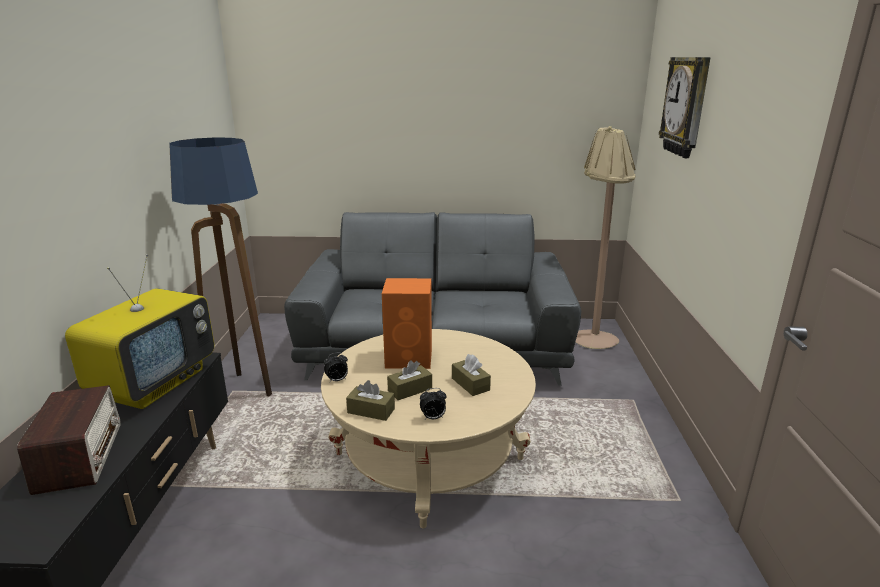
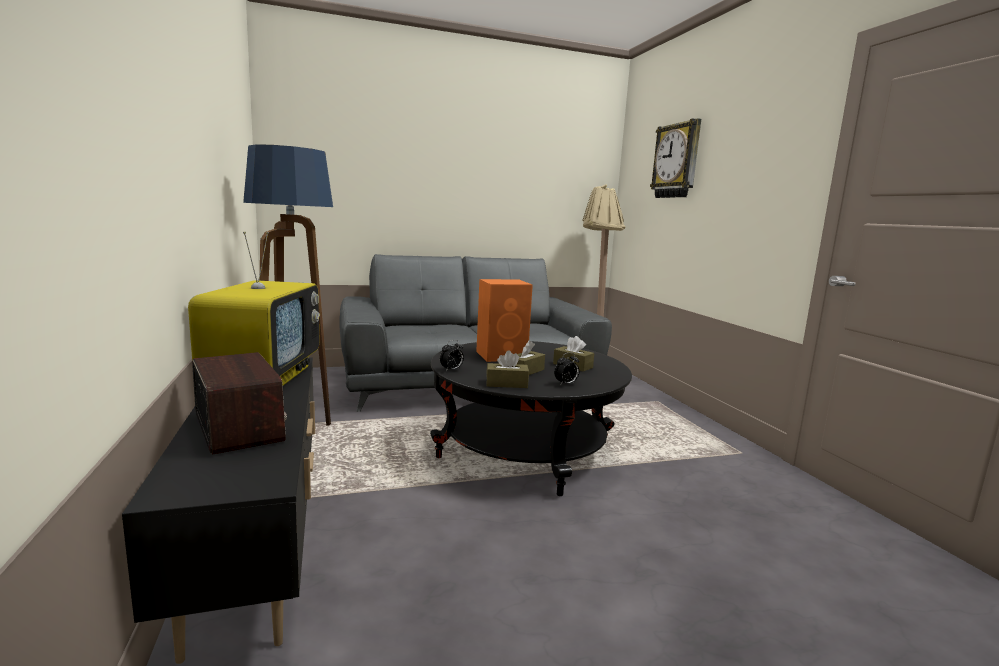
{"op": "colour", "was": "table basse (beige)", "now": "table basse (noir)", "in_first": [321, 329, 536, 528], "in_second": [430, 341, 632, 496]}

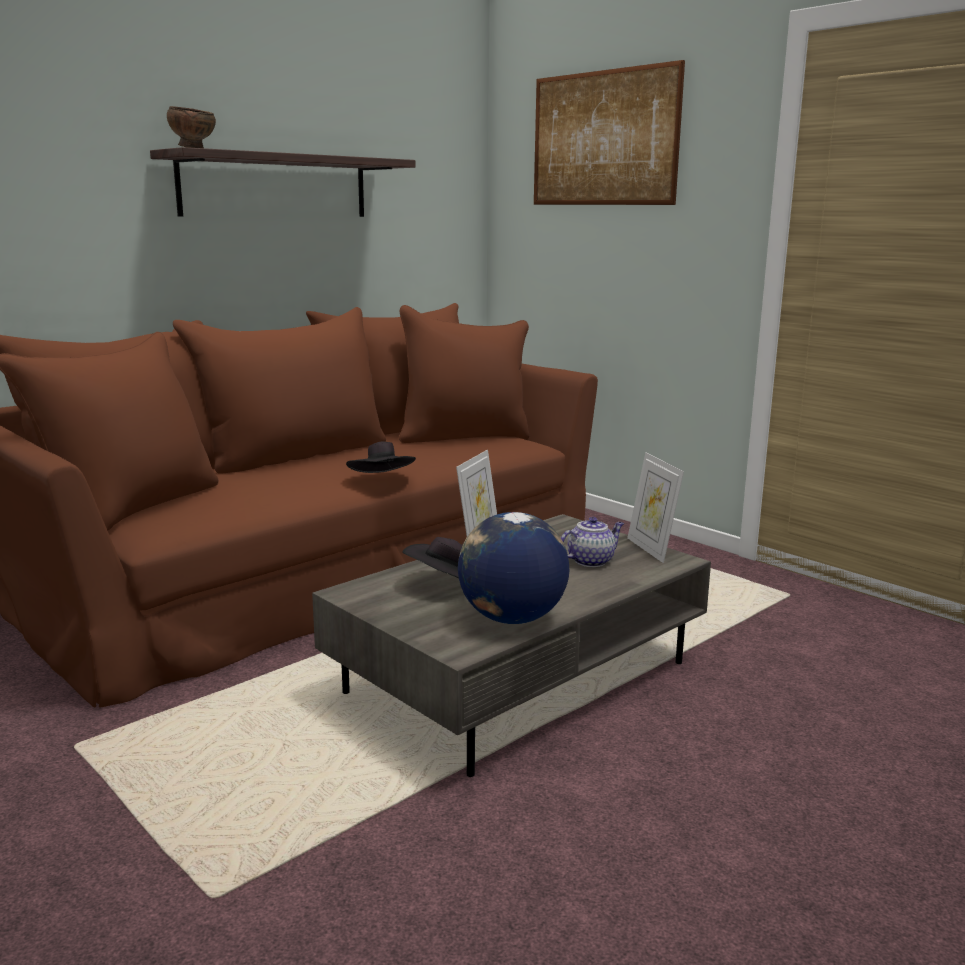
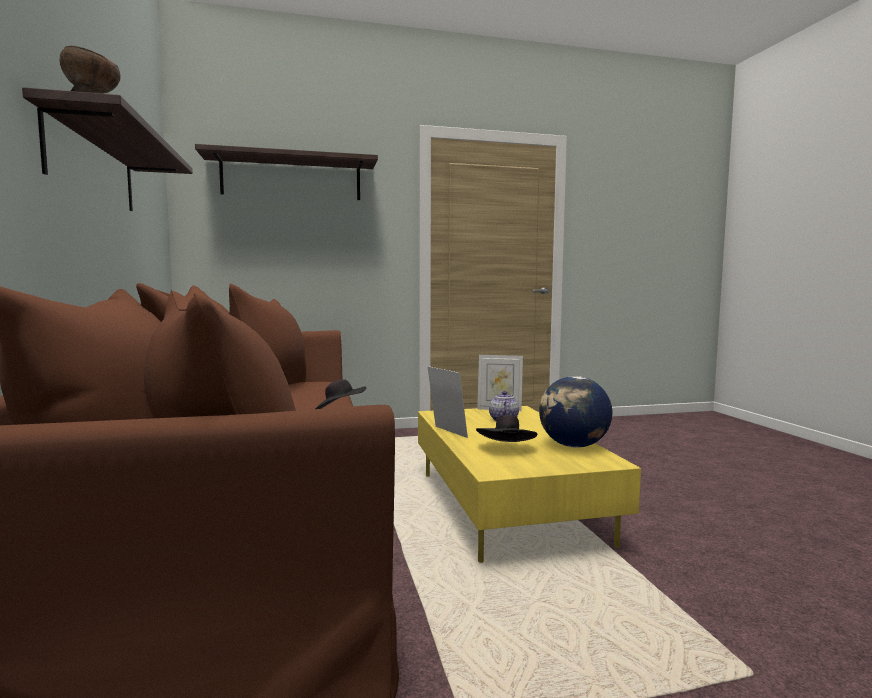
{"op": "exchanged", "was": "tableau", "now": "étagère", "in_first": [534, 60, 685, 205], "in_second": [195, 144, 378, 200]}
{"op": "colour", "was": "table basse (gris)", "now": "table basse (jaune)", "in_first": [312, 514, 711, 777], "in_second": [418, 406, 641, 563]}

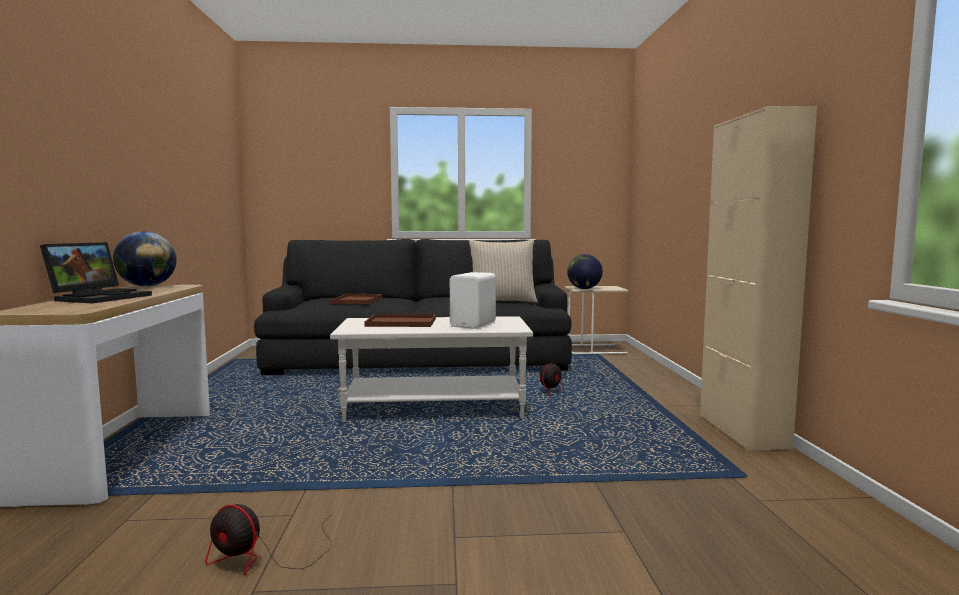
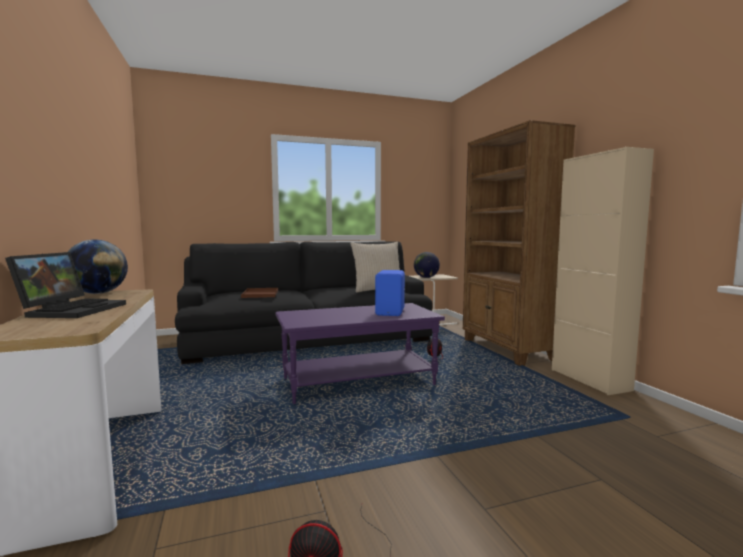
{"op": "colour", "was": "table basse (blanc)", "now": "table basse (violet)", "in_first": [330, 316, 533, 422], "in_second": [275, 303, 445, 404]}
{"op": "colour", "was": "enceinte (blanc)", "now": "enceinte (bleu)", "in_first": [450, 272, 496, 329], "in_second": [375, 270, 405, 316]}
{"op": "appeared", "now": "bibliothèque (marron)", "in_second": [463, 120, 575, 366]}
{"op": "missing", "was": "plateau (marron)", "in_first": [365, 314, 436, 327]}

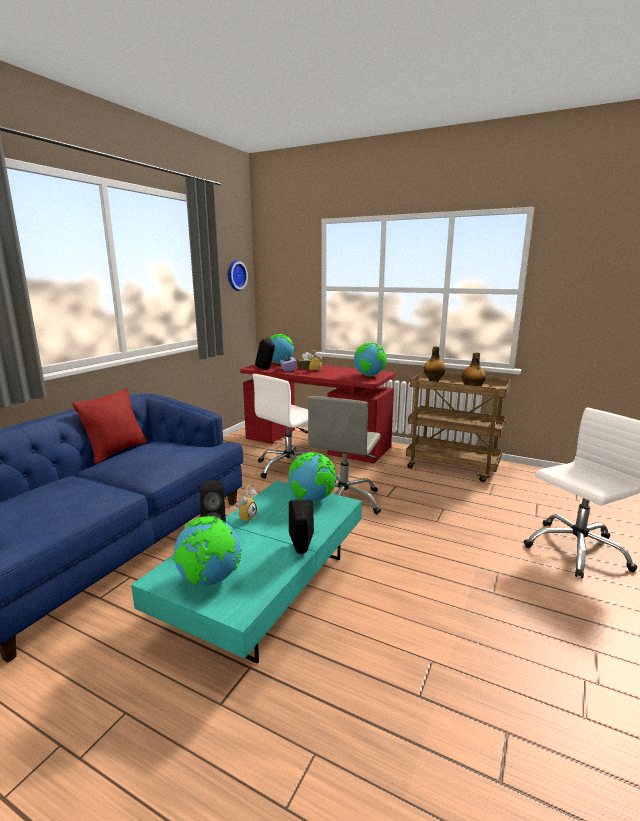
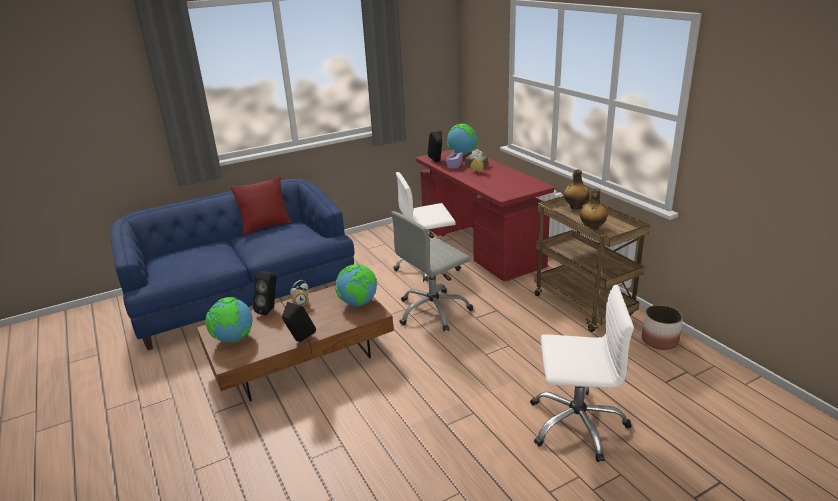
{"op": "colour", "was": "table basse (turquoise)", "now": "table basse (marron)", "in_first": [131, 481, 362, 664], "in_second": [197, 286, 394, 402]}
{"op": "appeared", "now": "cache-pot", "in_second": [642, 305, 683, 350]}
{"op": "missing", "was": "horloge murale", "in_first": [228, 260, 248, 291]}
{"op": "missing", "was": "globe", "in_first": [354, 343, 387, 376]}

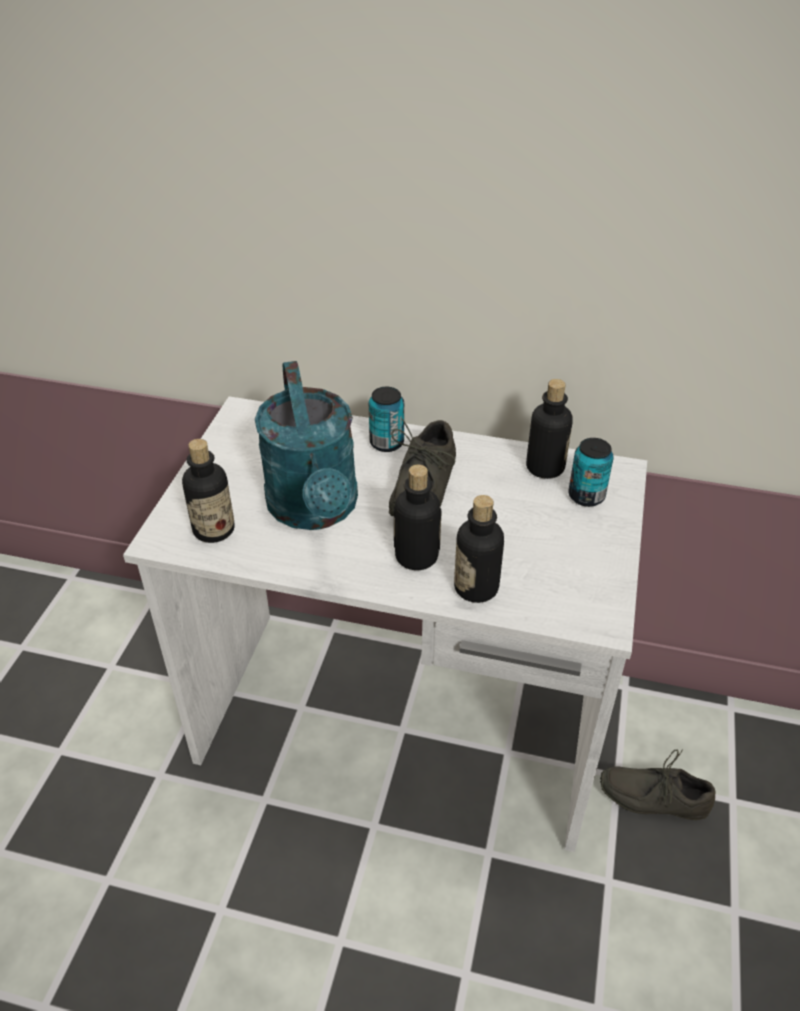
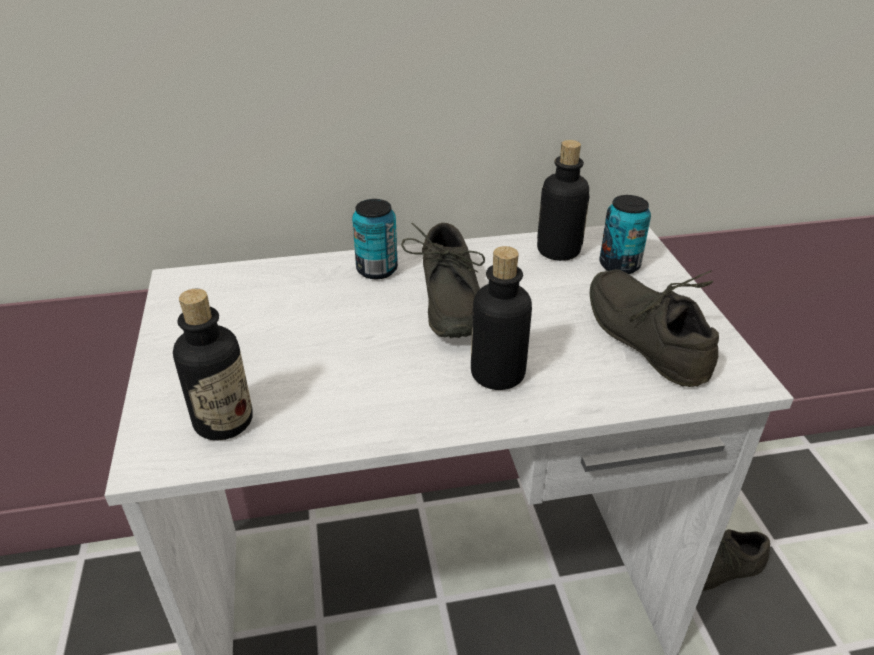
{"op": "appeared", "now": "chaussure (gris)", "in_second": [590, 269, 719, 387]}
{"op": "missing", "was": "arrosoir (turquoise)", "in_first": [255, 361, 358, 530]}
{"op": "missing", "was": "bouteille", "in_first": [454, 495, 504, 603]}

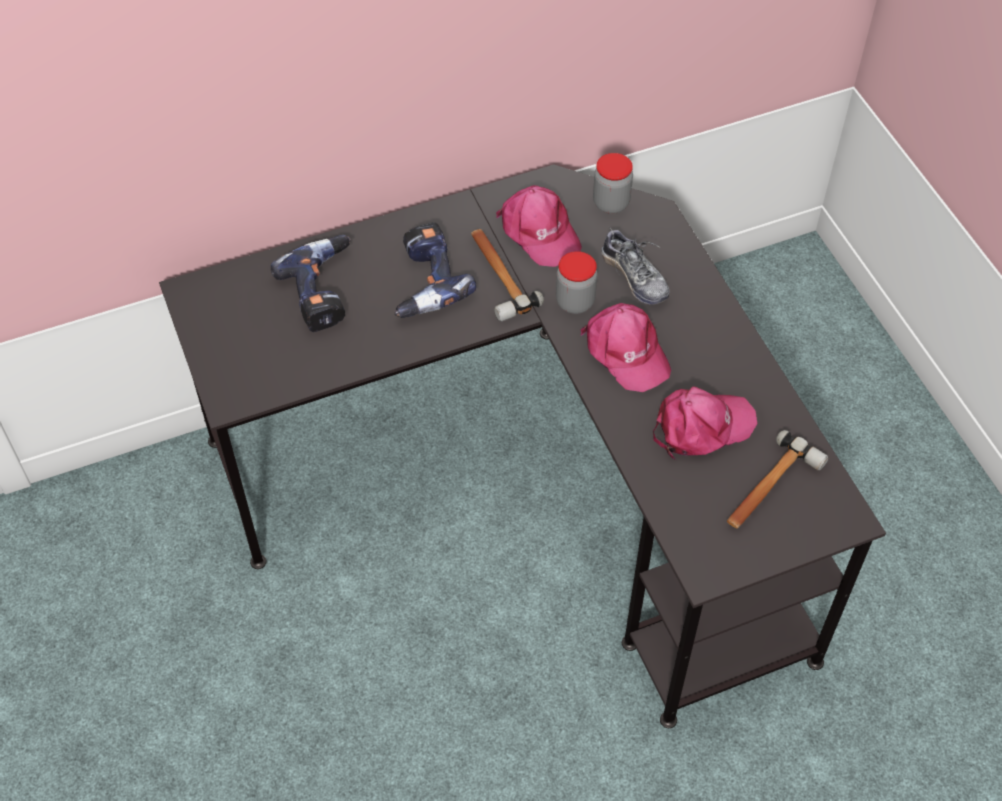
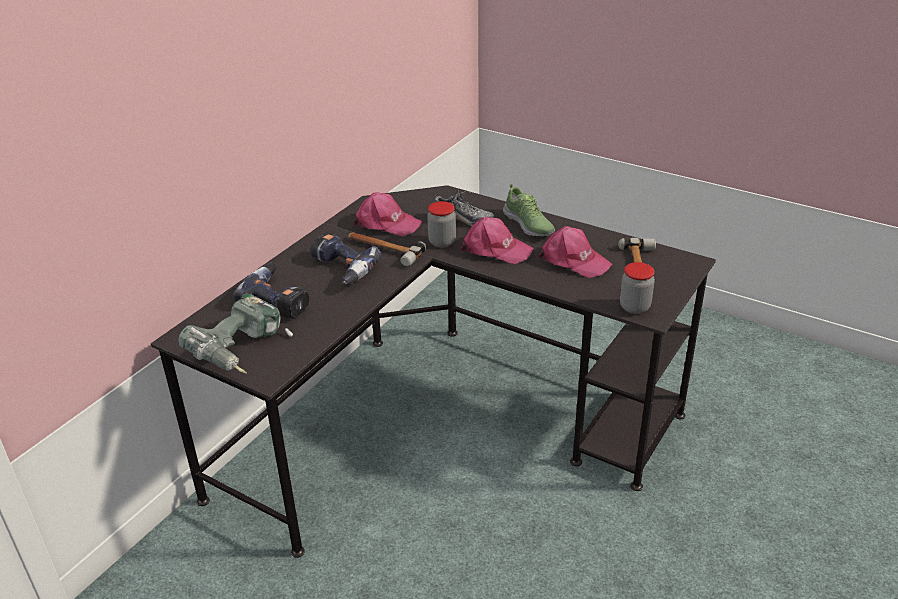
{"op": "appeared", "now": "perceuse", "in_second": [179, 294, 293, 374]}
{"op": "appeared", "now": "chaussure", "in_second": [503, 184, 555, 236]}
{"op": "spun", "was": "casquette (rose)", "in_first": [653, 386, 758, 460], "in_second": [539, 226, 612, 278], "clockwise": 90}
{"op": "relocated", "was": "bocal", "in_first": [593, 153, 633, 214], "in_second": [620, 262, 655, 314]}

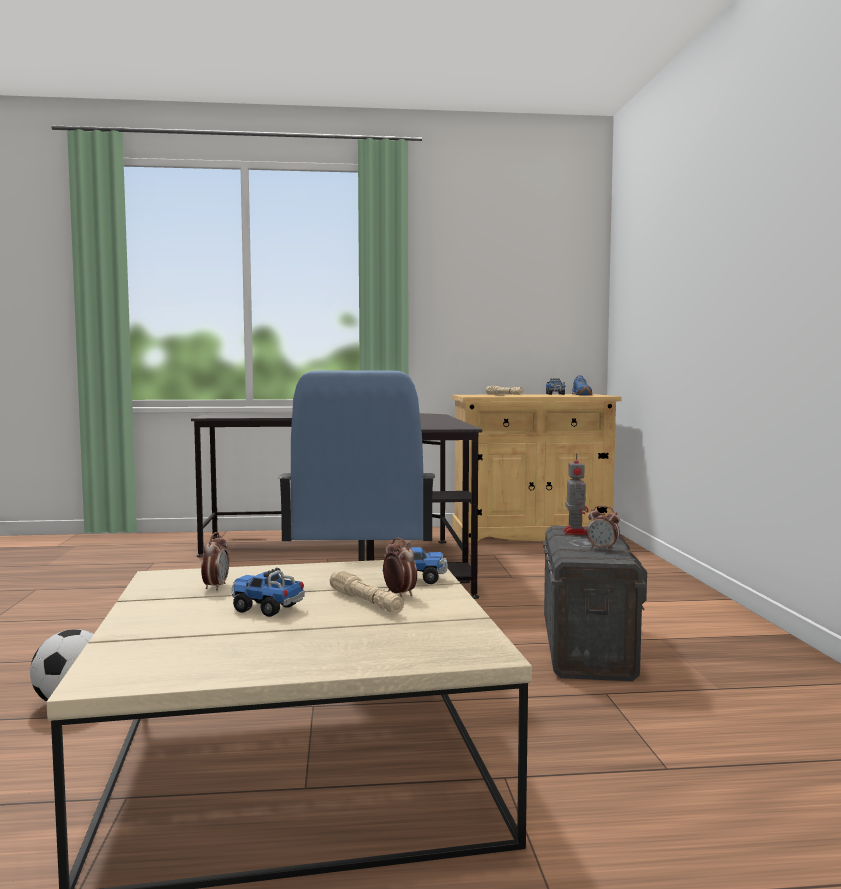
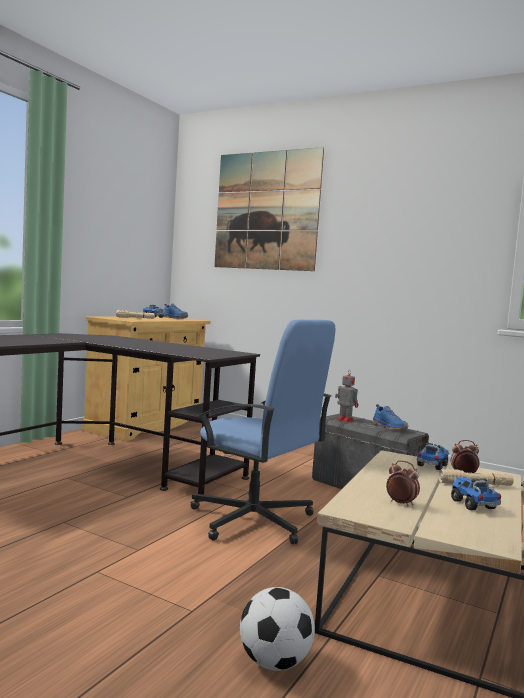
{"op": "appeared", "now": "tableau", "in_second": [214, 147, 324, 271]}
{"op": "exchanged", "was": "réveil", "now": "chaussure (bleu)", "in_first": [586, 506, 620, 551], "in_second": [372, 404, 408, 430]}
{"op": "spun", "was": "camion jouet", "in_first": [231, 568, 305, 617], "in_second": [451, 478, 501, 510], "clockwise": 105}

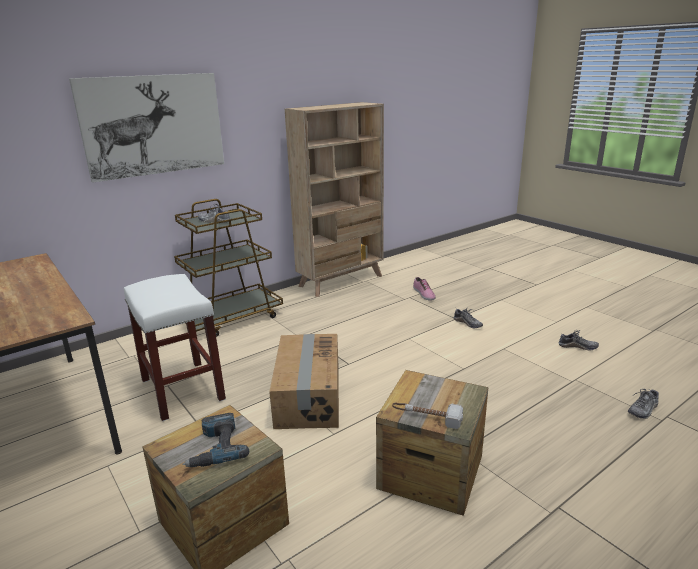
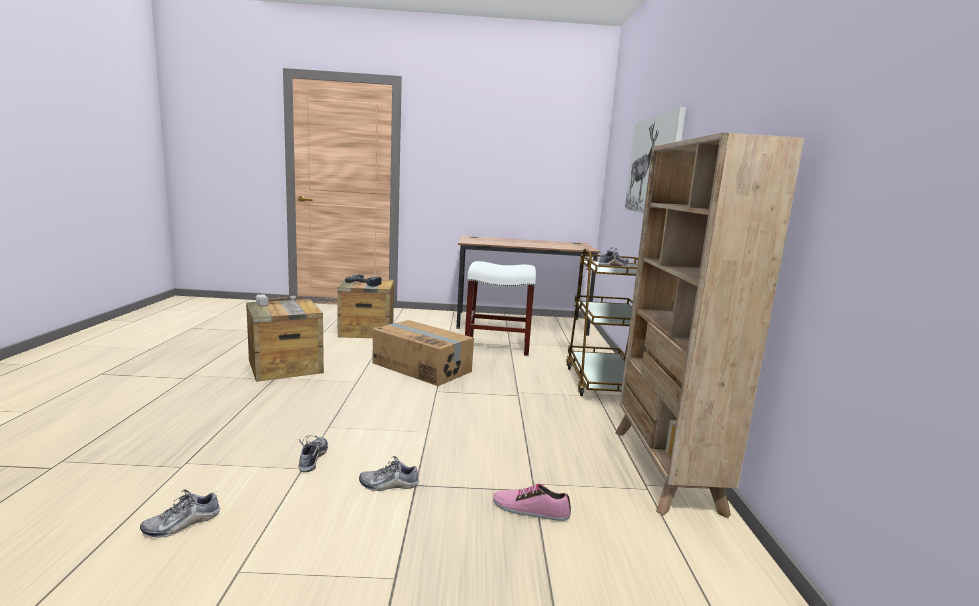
{"op": "relocated", "was": "chaussure", "in_first": [628, 389, 659, 419], "in_second": [299, 435, 328, 472]}

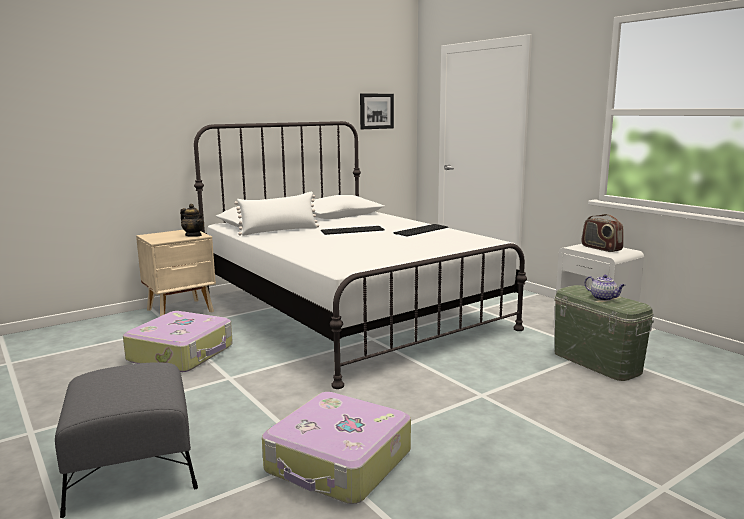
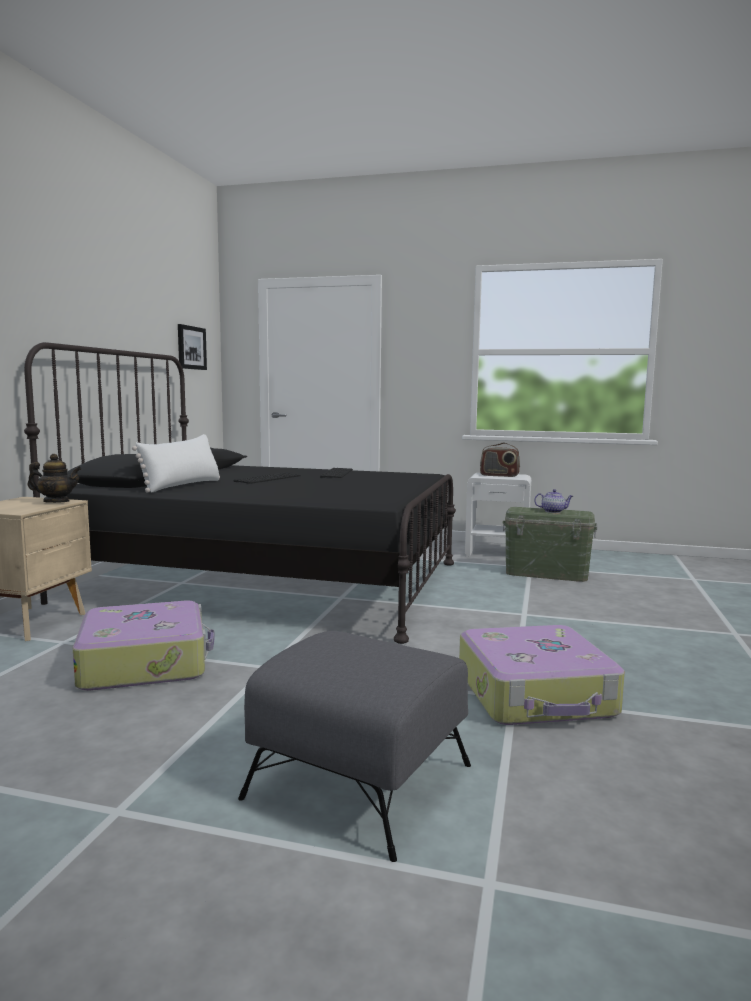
{"op": "colour", "was": "lit (blanc)", "now": "lit (noir)", "in_first": [194, 121, 527, 389], "in_second": [24, 342, 456, 644]}

